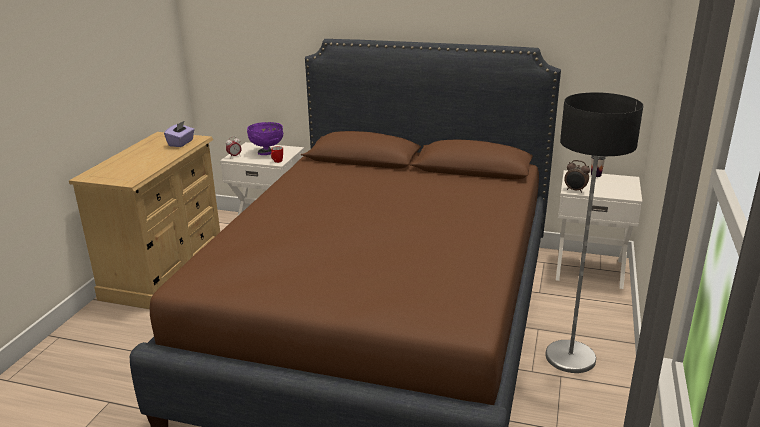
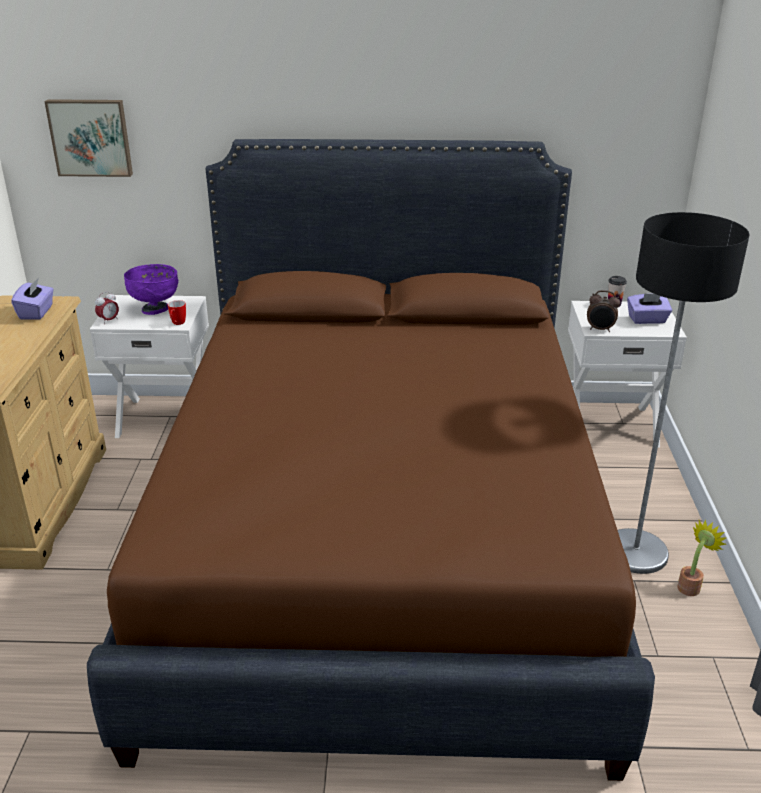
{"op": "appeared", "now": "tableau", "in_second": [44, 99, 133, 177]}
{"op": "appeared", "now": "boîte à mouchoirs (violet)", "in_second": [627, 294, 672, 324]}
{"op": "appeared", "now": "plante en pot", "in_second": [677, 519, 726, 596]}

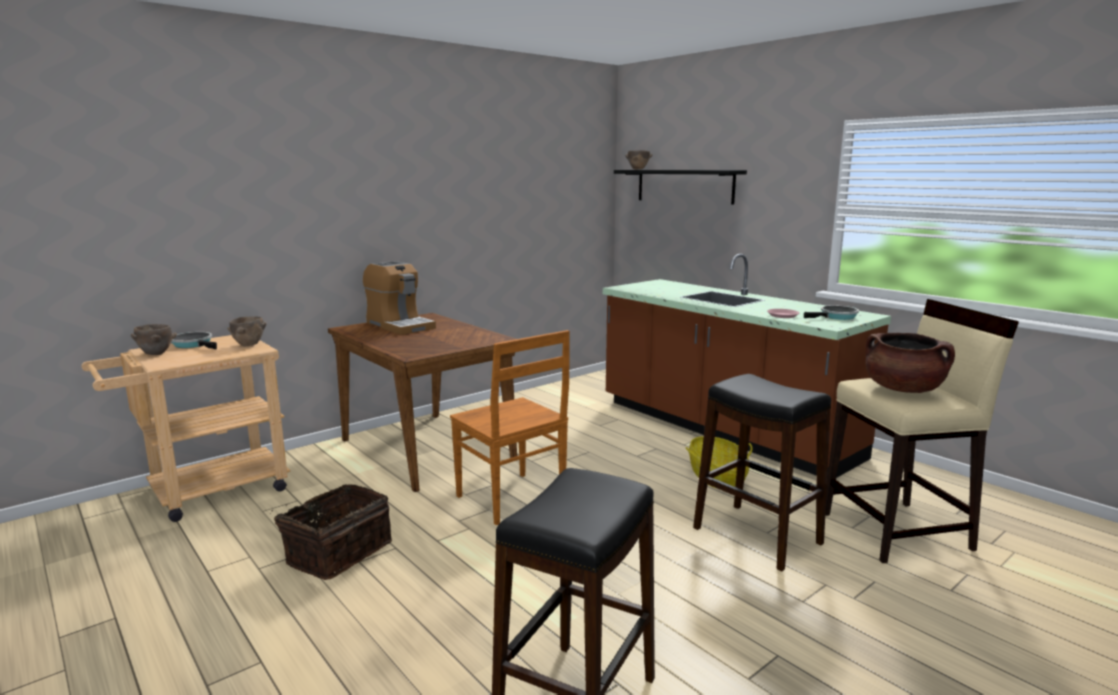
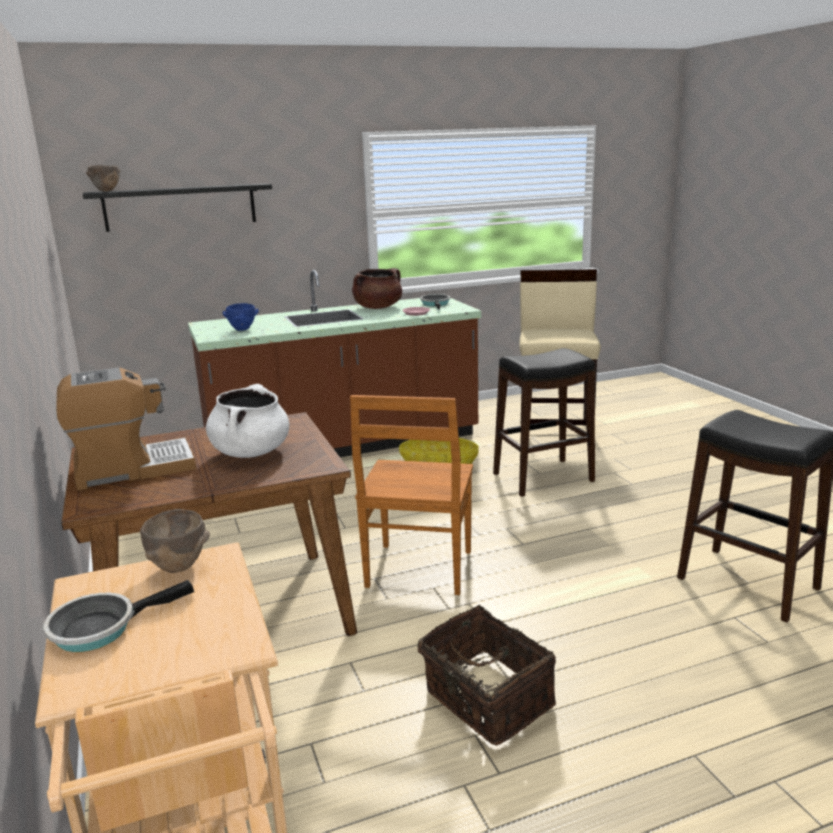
{"op": "appeared", "now": "marmite (blanc)", "in_second": [206, 384, 289, 458]}
{"op": "appeared", "now": "bol (bleu)", "in_second": [223, 303, 259, 331]}
{"op": "spun", "was": "chaise (marron)", "in_first": [450, 330, 570, 525], "in_second": [350, 395, 473, 595], "clockwise": 120}
{"op": "relocated", "was": "marmite (marron)", "in_first": [866, 333, 955, 393], "in_second": [352, 268, 402, 309]}
{"op": "missing", "was": "bol (marron)", "in_first": [131, 324, 177, 355]}

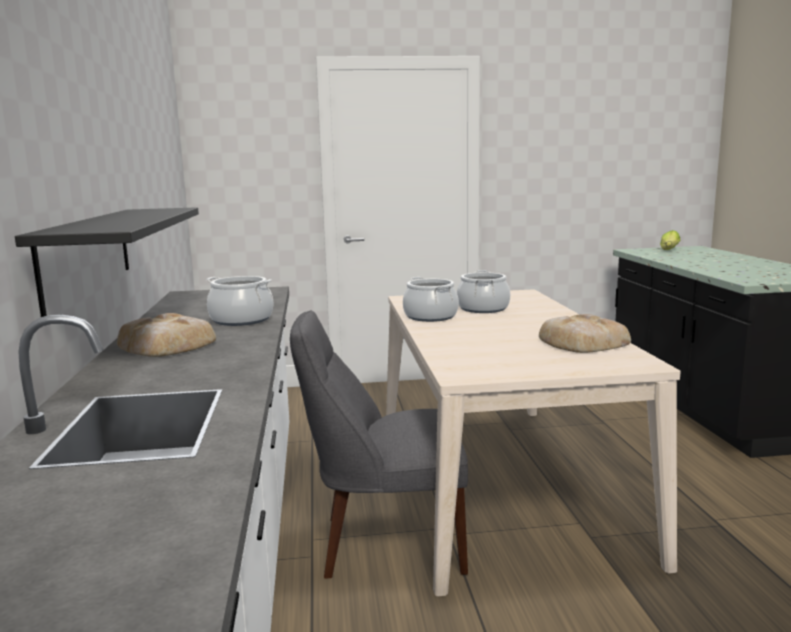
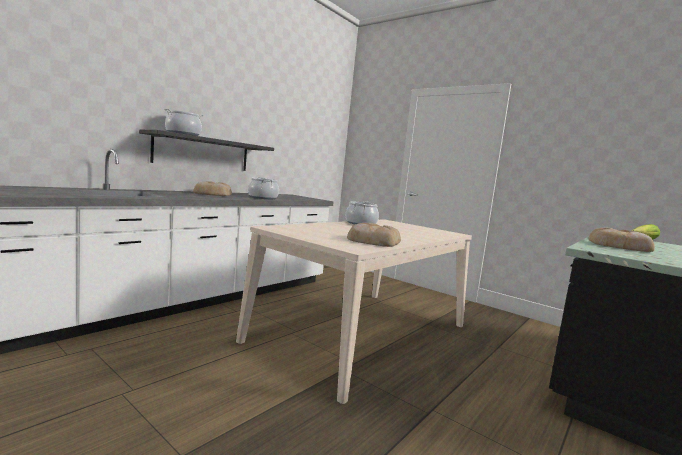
{"op": "relocated", "was": "marmite", "in_first": [457, 270, 510, 313], "in_second": [164, 109, 203, 136]}
{"op": "appeared", "now": "pain", "in_second": [588, 228, 655, 252]}
{"op": "missing", "was": "chaise (gris)", "in_first": [290, 310, 468, 578]}

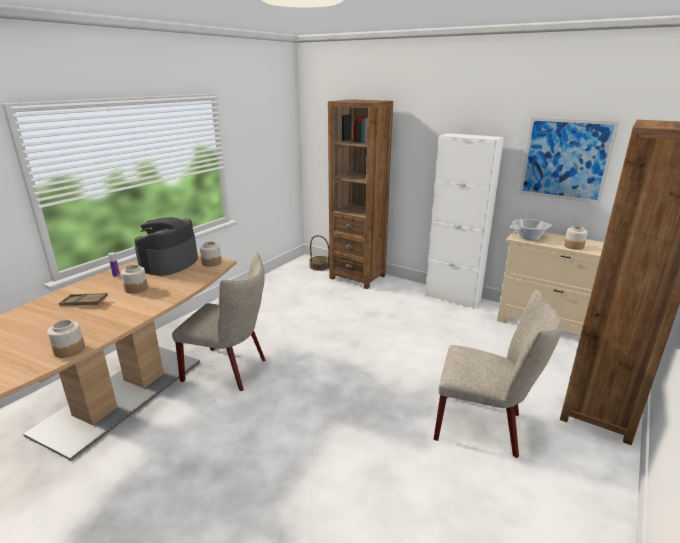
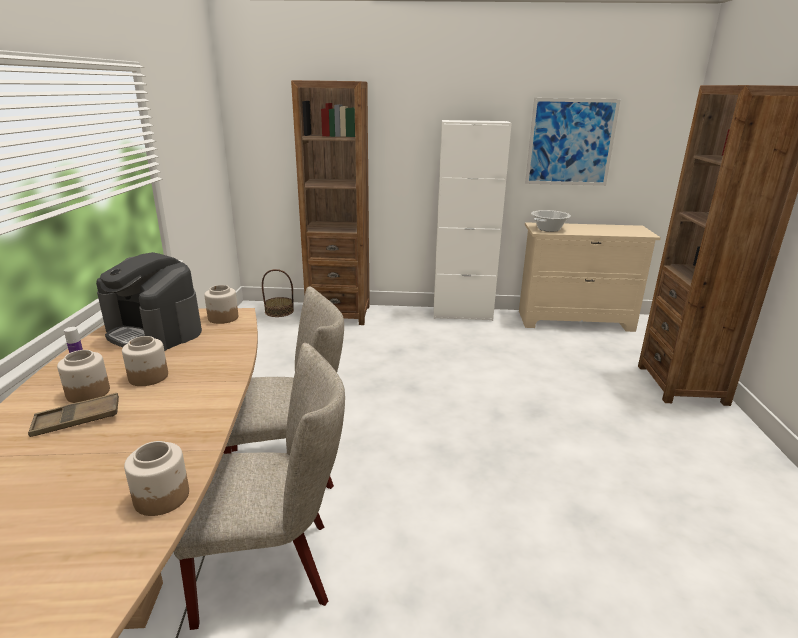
{"op": "relocated", "was": "bocal", "in_first": [564, 226, 588, 250], "in_second": [57, 350, 110, 403]}
{"op": "spun", "was": "machine à café", "in_first": [134, 217, 198, 276], "in_second": [96, 252, 202, 351], "clockwise": -45}
{"op": "relocated", "was": "chaise (beige)", "in_first": [433, 290, 562, 458], "in_second": [174, 343, 345, 630]}

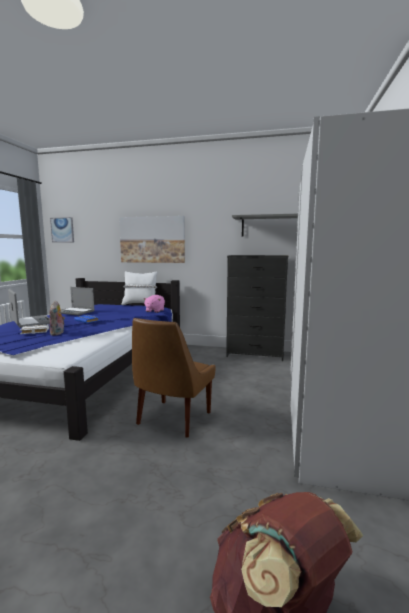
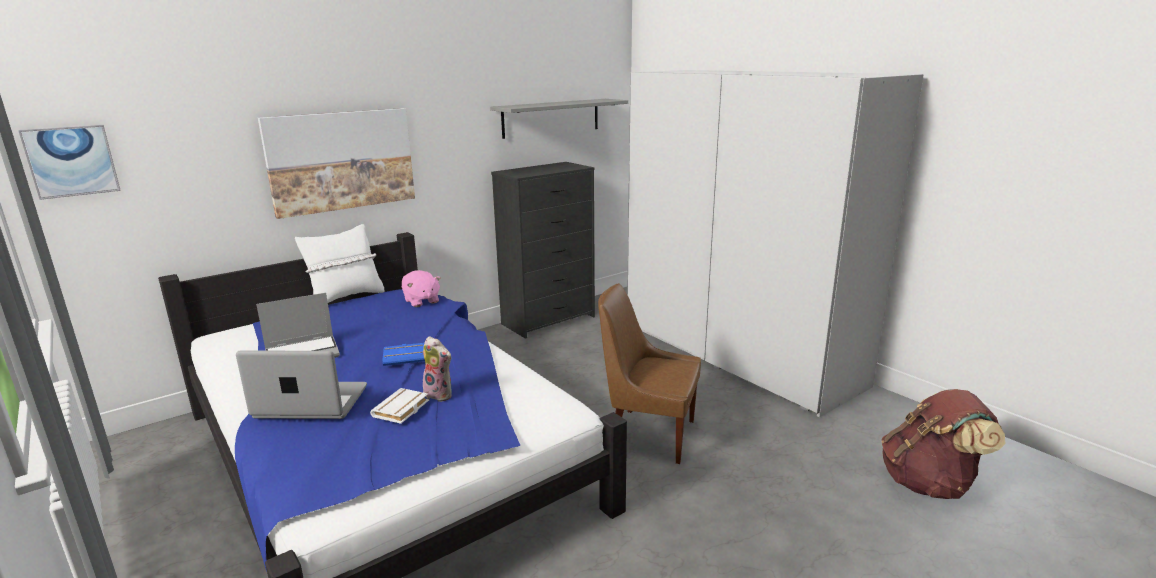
{"op": "spun", "was": "chaise (marron)", "in_first": [132, 318, 216, 438], "in_second": [598, 283, 701, 464], "clockwise": 135}

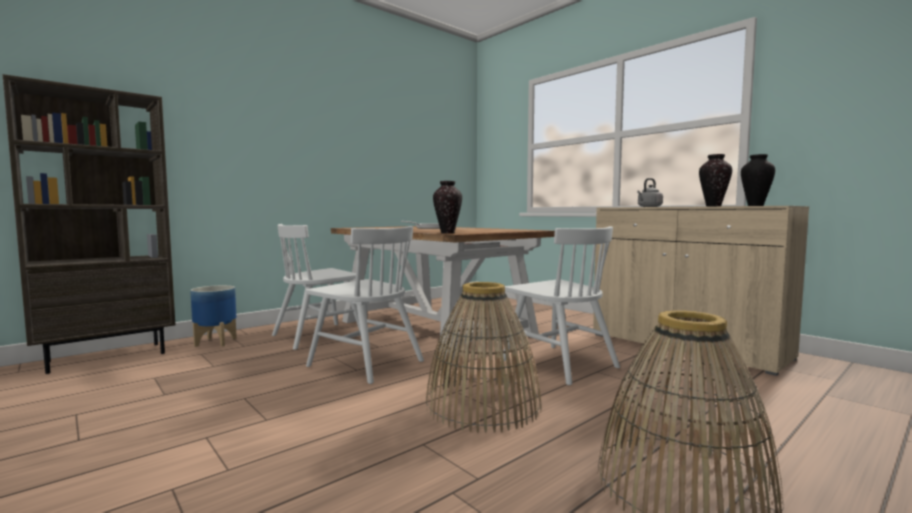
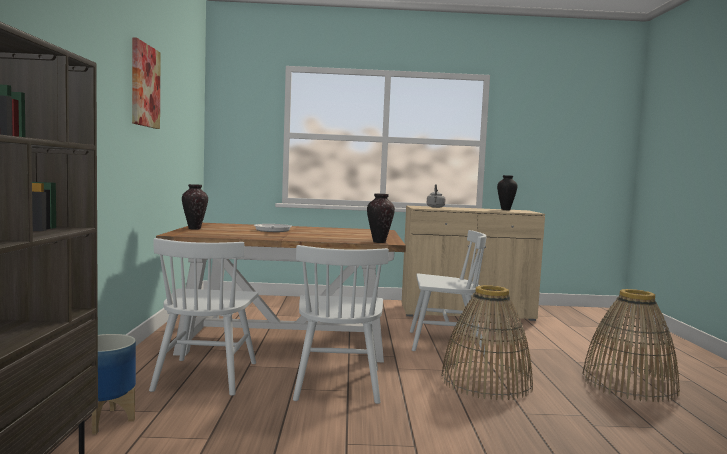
{"op": "appeared", "now": "tableau", "in_second": [132, 37, 161, 129]}
{"op": "relocated", "was": "vase", "in_first": [699, 154, 732, 206], "in_second": [182, 184, 208, 230]}
{"op": "spun", "was": "chaise (blanc)", "in_first": [306, 226, 424, 384], "in_second": [293, 245, 389, 404], "clockwise": 105}

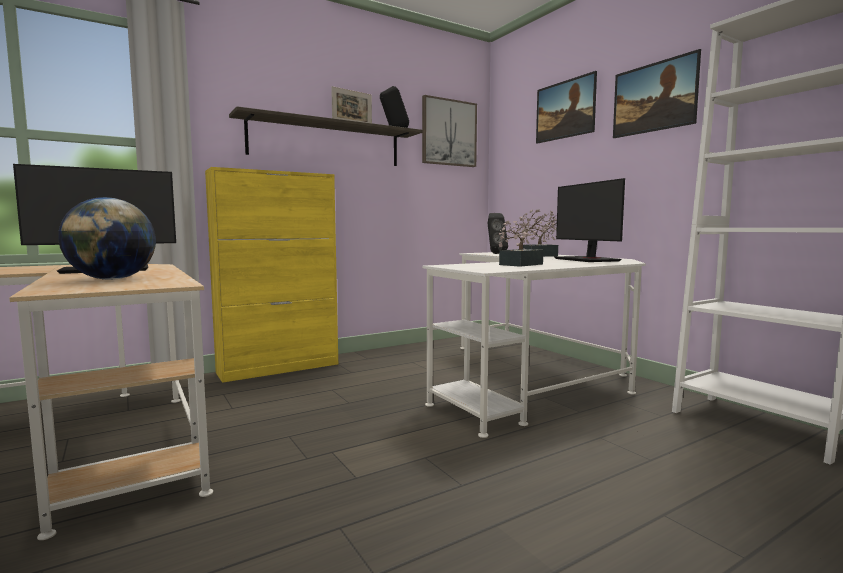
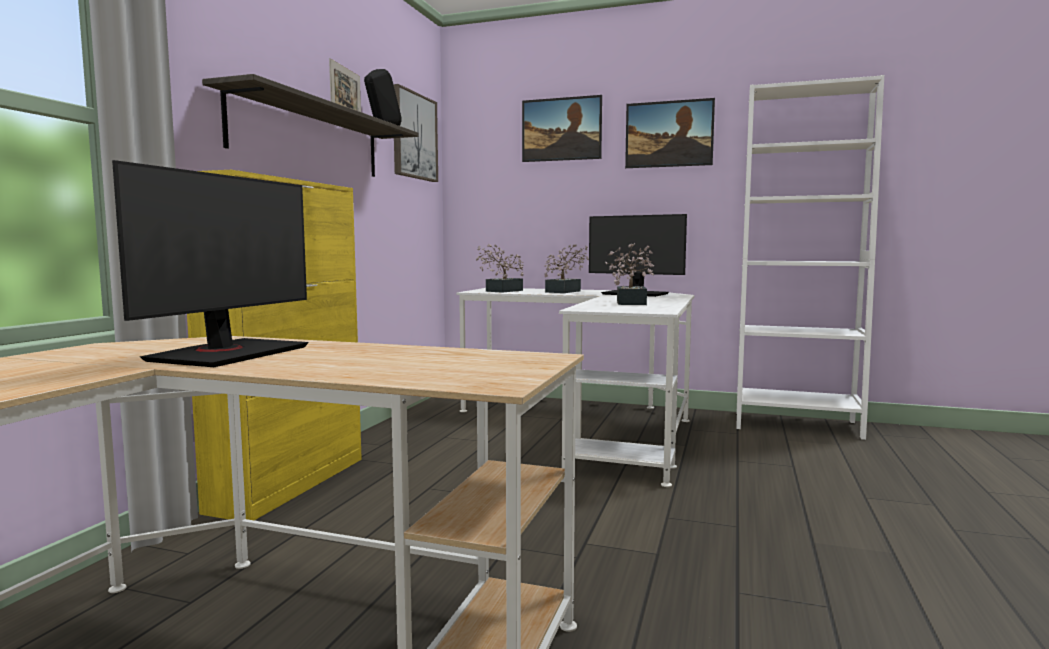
{"op": "exchanged", "was": "enceinte (noir)", "now": "plante en pot", "in_first": [488, 213, 508, 254], "in_second": [476, 244, 524, 292]}
{"op": "missing", "was": "globe", "in_first": [58, 197, 156, 280]}

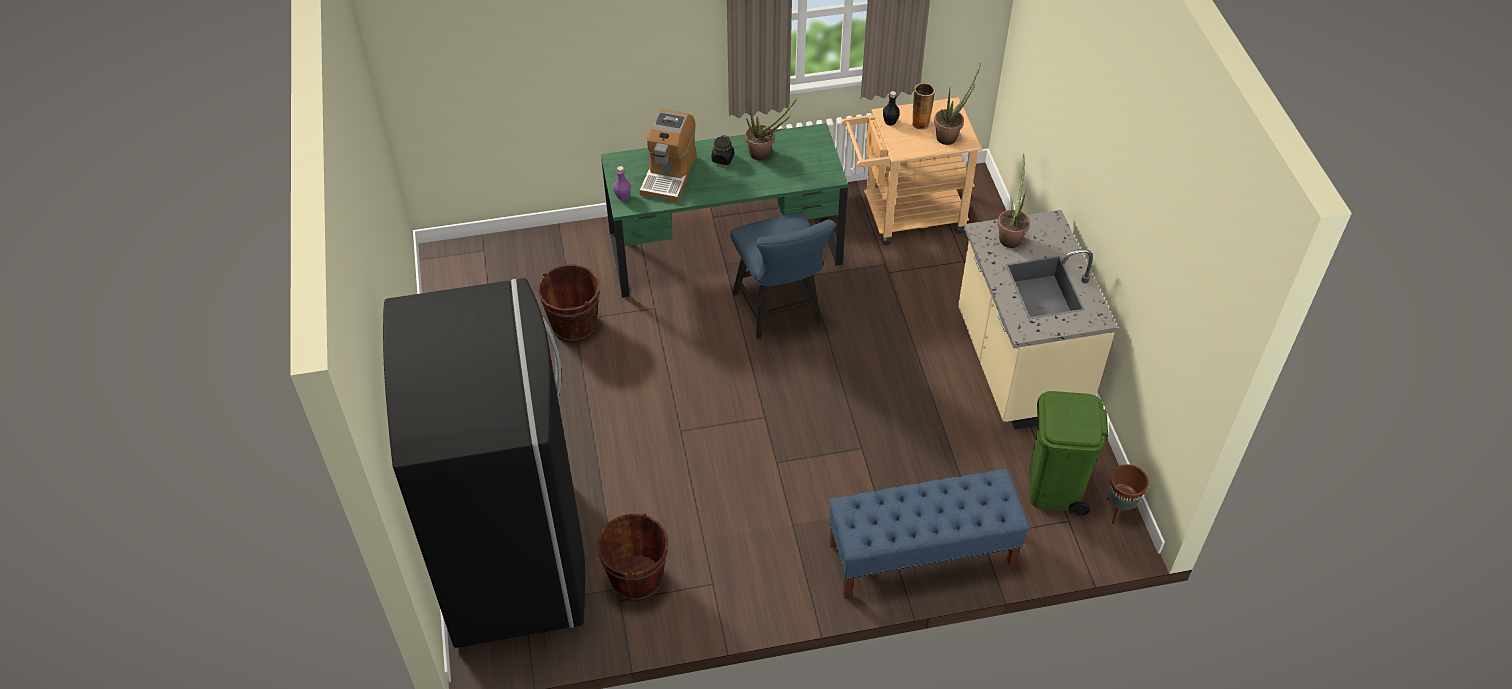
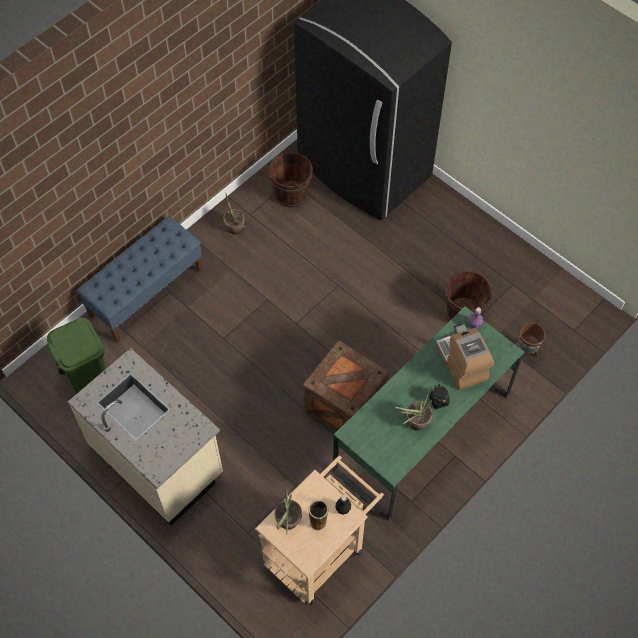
{"op": "relocated", "was": "plante en pot", "in_first": [997, 153, 1030, 248], "in_second": [223, 192, 245, 234]}
{"op": "exchanged", "was": "chaise (bleu)", "now": "caisse", "in_first": [730, 212, 836, 339], "in_second": [303, 341, 389, 432]}
{"op": "relocated", "was": "cache-pot (marron)", "in_first": [1107, 464, 1149, 524], "in_second": [518, 322, 546, 357]}

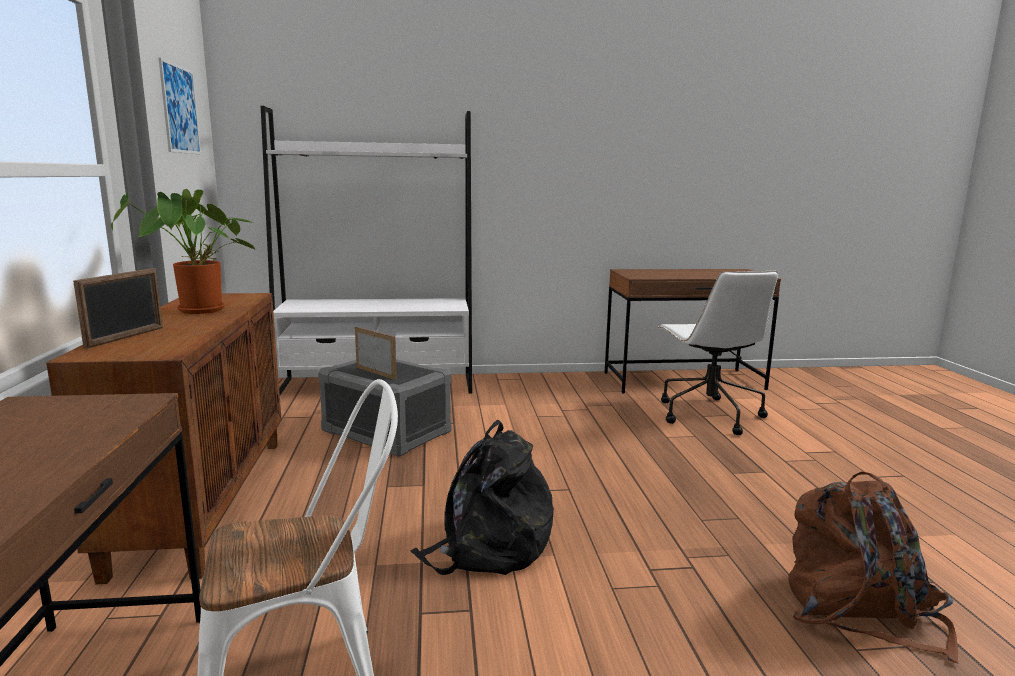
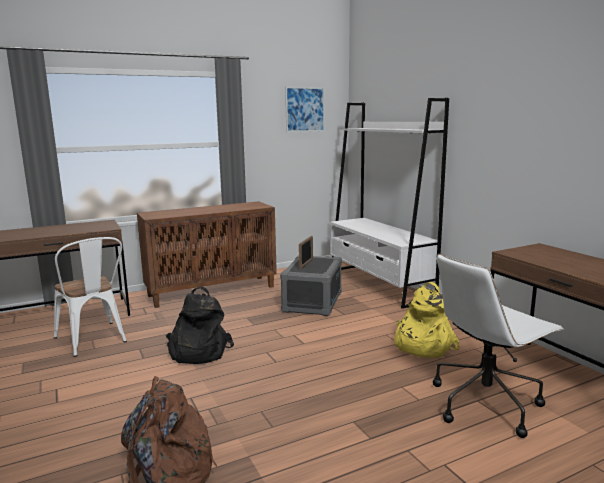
{"op": "appeared", "now": "sac à dos (jaune)", "in_second": [394, 282, 460, 358]}
{"op": "missing", "was": "cadre photo", "in_first": [73, 268, 163, 349]}
{"op": "missing", "was": "plante en pot", "in_first": [111, 189, 256, 314]}

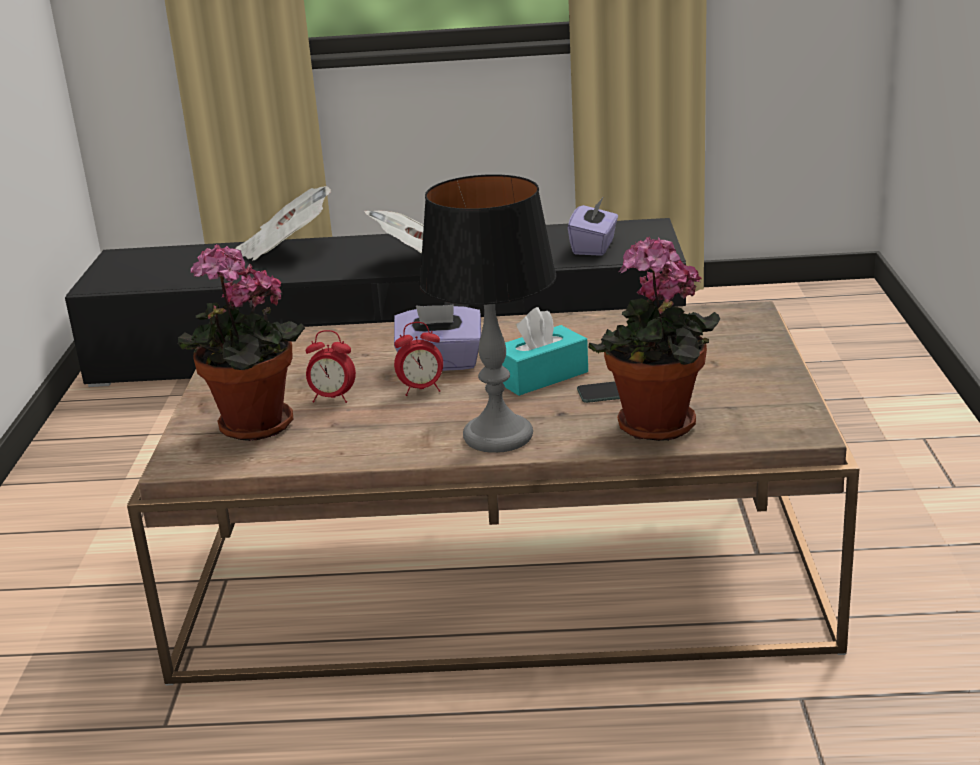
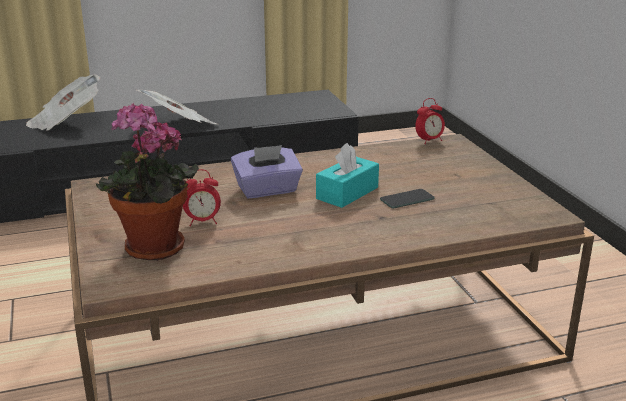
{"op": "relocated", "was": "réveil", "in_first": [394, 322, 443, 396], "in_second": [415, 98, 445, 144]}
{"op": "missing", "was": "lampe de table", "in_first": [419, 174, 557, 453]}
{"op": "missing", "was": "boîte à mouchoirs (violet)", "in_first": [568, 198, 618, 256]}
{"op": "missing", "was": "plante en pot", "in_first": [588, 237, 720, 441]}

